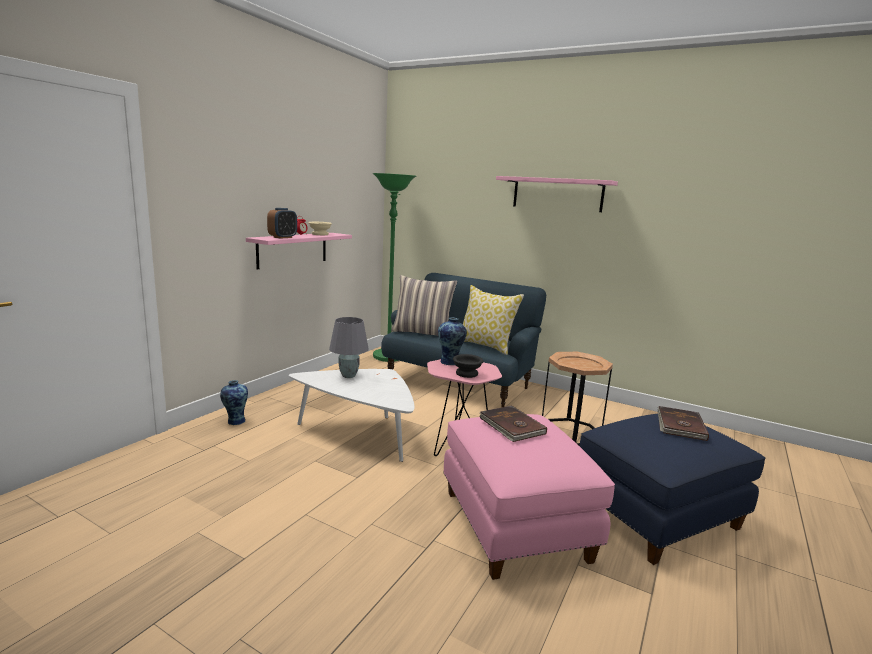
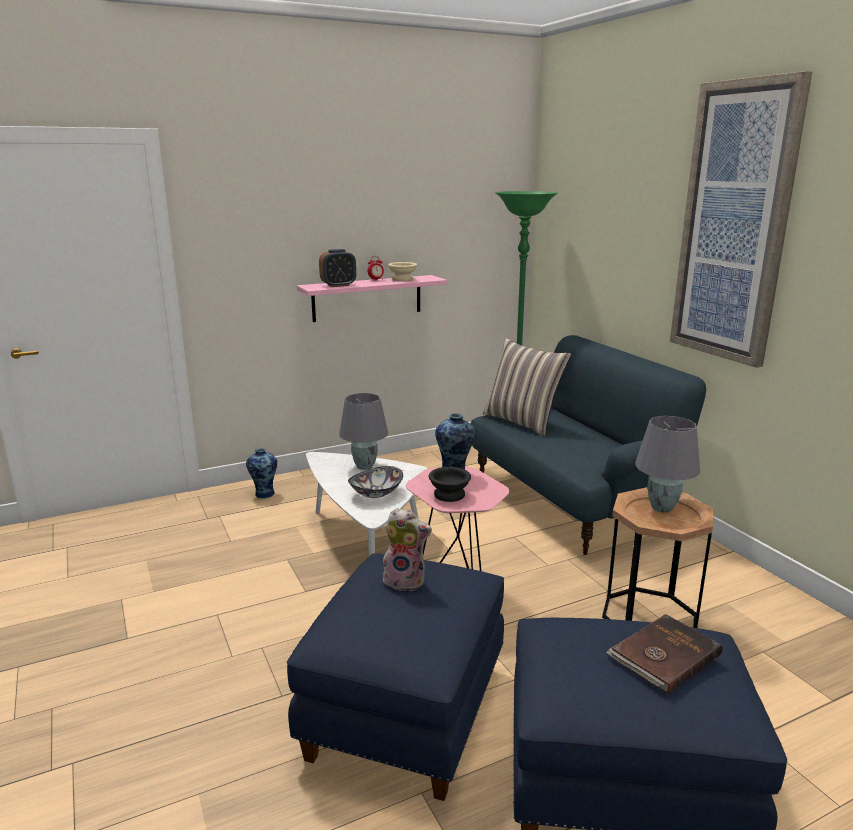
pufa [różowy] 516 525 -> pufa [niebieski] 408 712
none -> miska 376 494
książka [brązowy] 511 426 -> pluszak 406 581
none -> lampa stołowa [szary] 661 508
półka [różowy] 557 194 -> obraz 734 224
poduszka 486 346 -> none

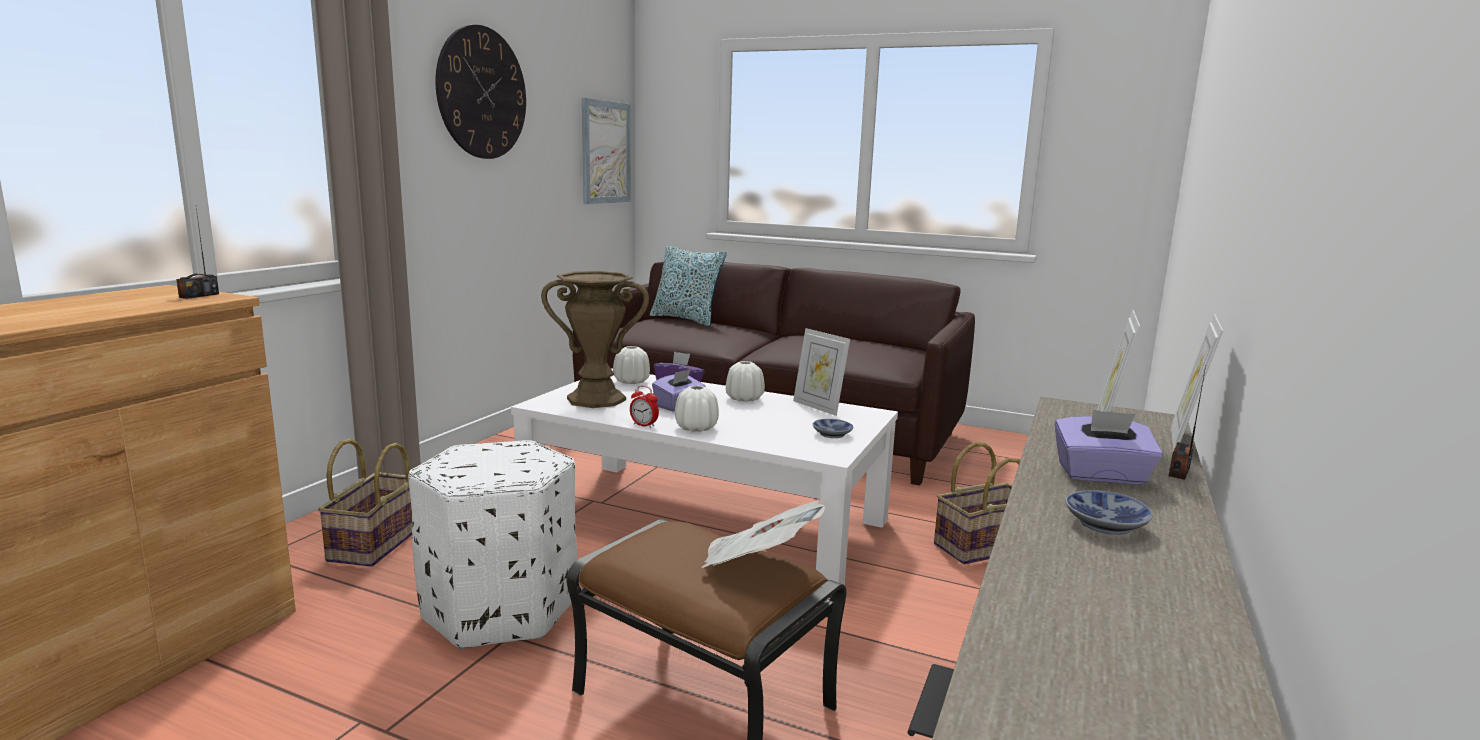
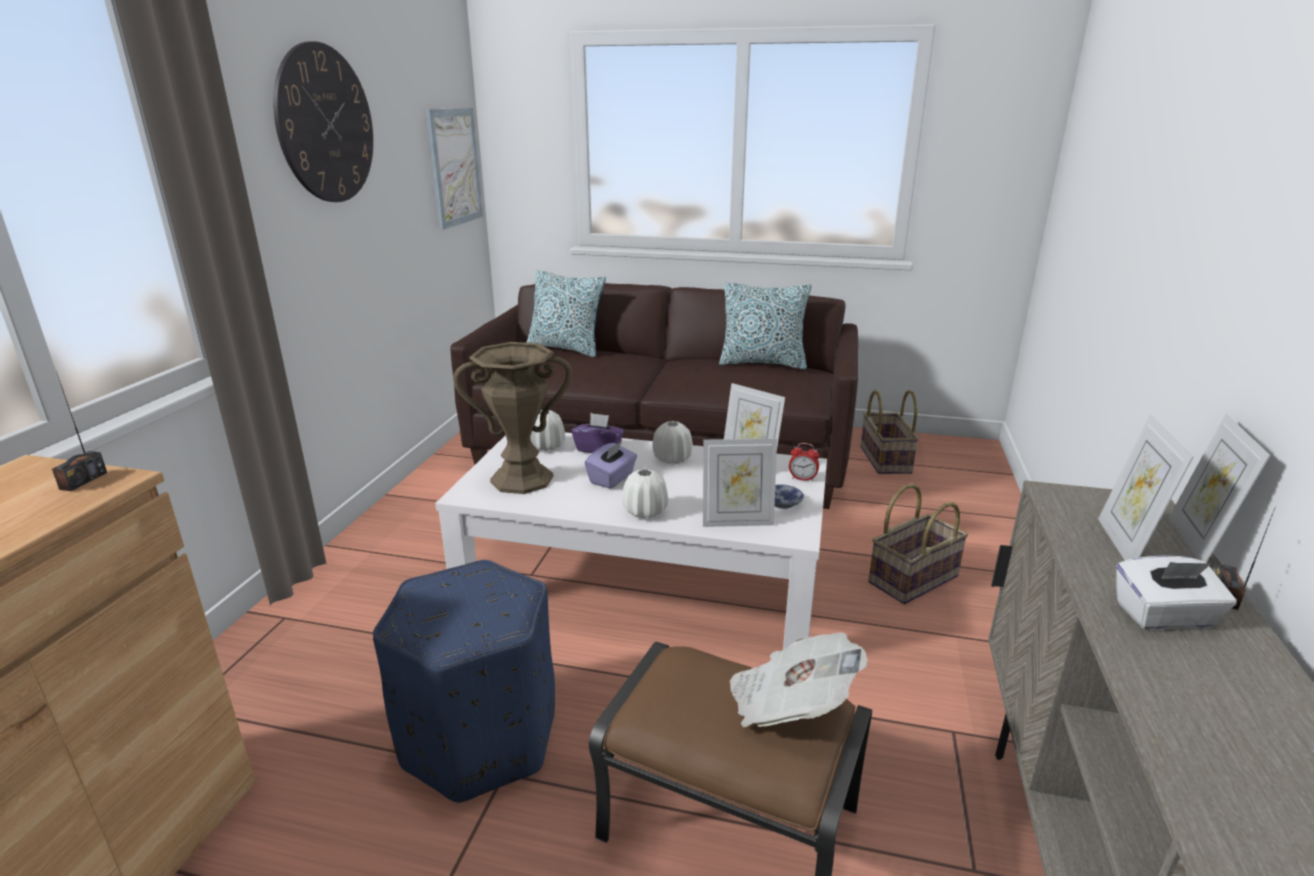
pufa [biały] 500 608 -> pufa [niebieski] 479 738
none -> ramka na zdjęcie 737 522
none -> poduszka 762 363
budzik 644 425 -> budzik 802 479, relocated
koszyk 375 542 -> koszyk 884 459, relocated
pudełko chusteczek [fioletowy] 1101 475 -> pudełko chusteczek [biały] 1164 616
miska 1105 523 -> none

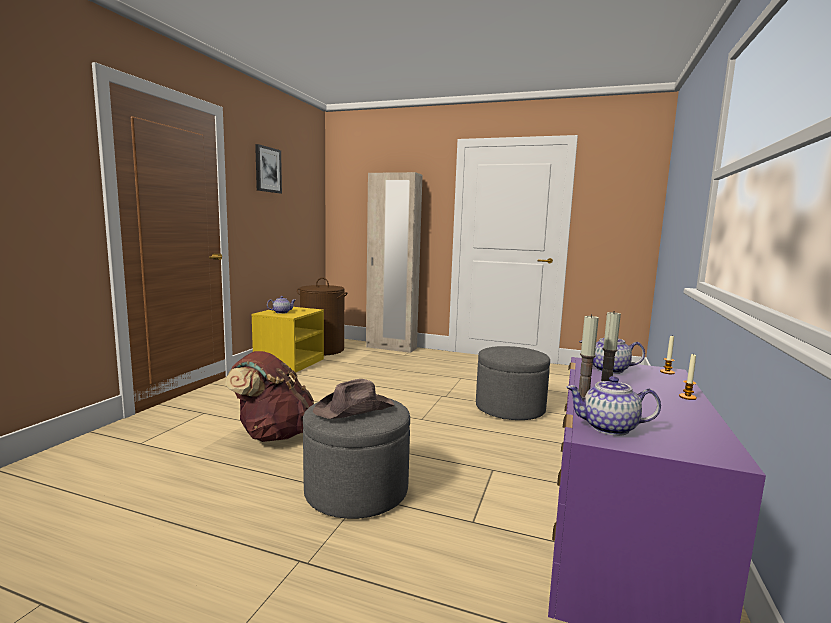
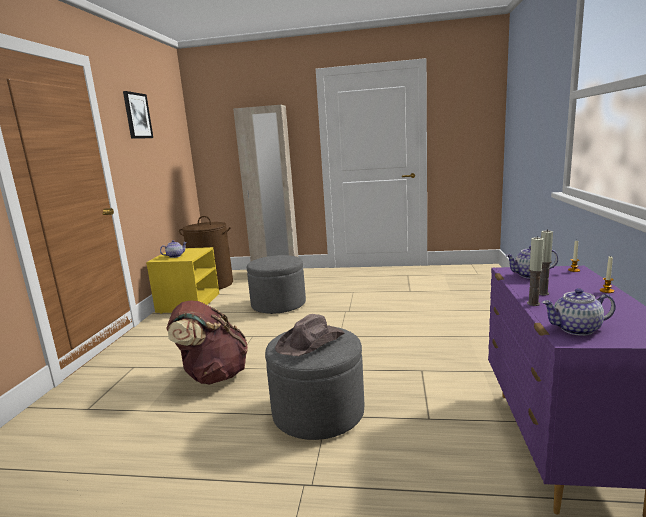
pufa [szary] 510 408 -> pufa [szary] 278 304, relocated

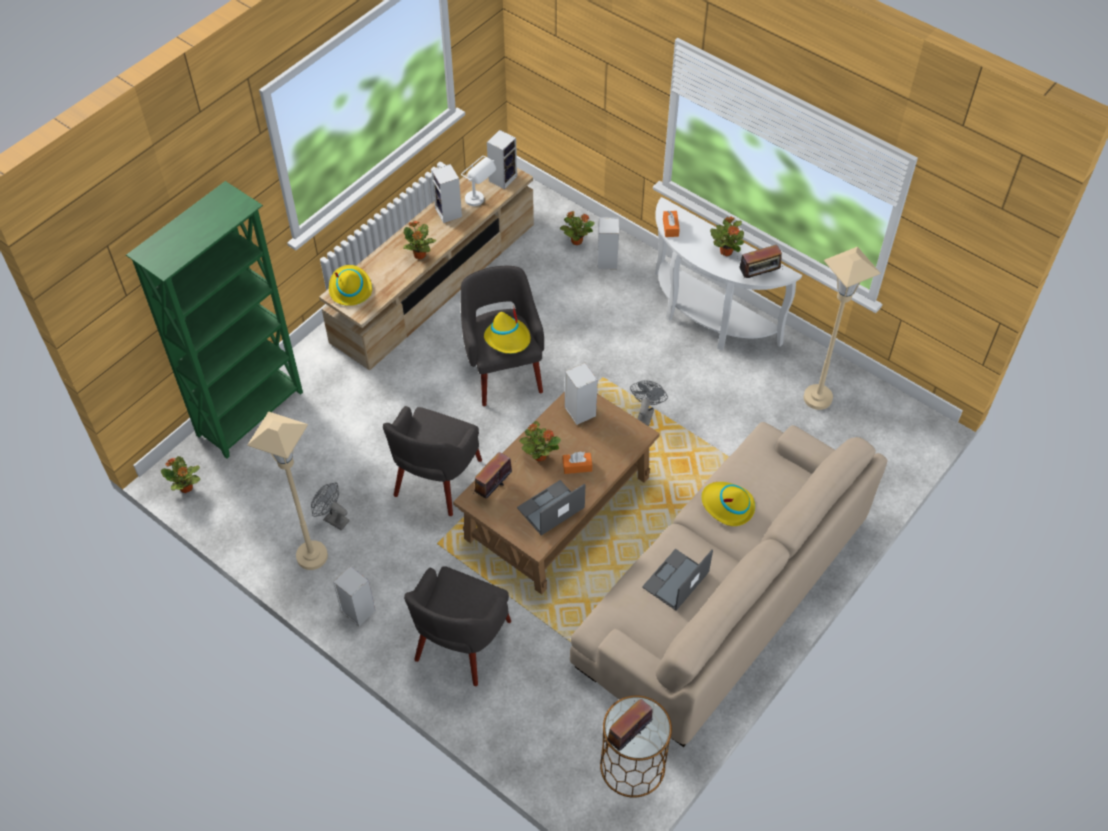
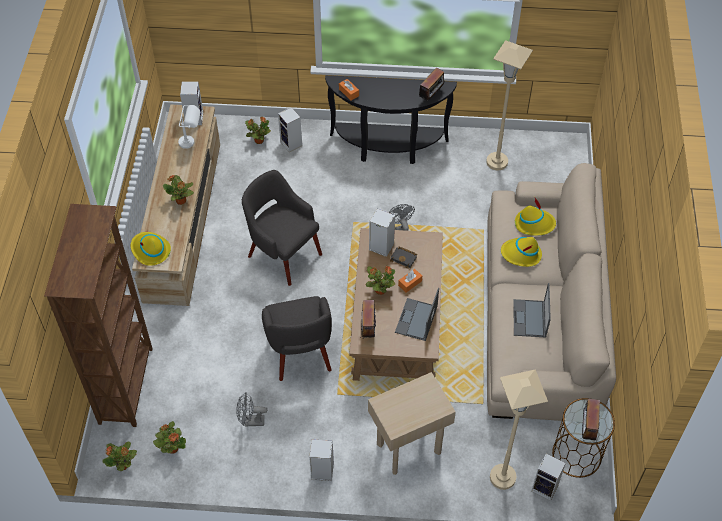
regał [zielony] 252 414 -> regał [brązowy] 127 385
roślina doniczkowa 726 251 -> roślina doniczkowa 172 448, relocated
stolik konsolowy [biały] 707 319 -> stolik konsolowy [czarny] 388 148
fotel [szary] 461 642 -> stolik [beżowy] 408 447
none -> książka [czarny] 404 258
lampa stojąca [beżowy] 312 556 -> lampa stojąca [beżowy] 502 477, relocated
kapelusz [żółty] 508 339 -> kapelusz [żółty] 534 224, relocated
głośnik 449 213 -> głośnik 546 488, relocated

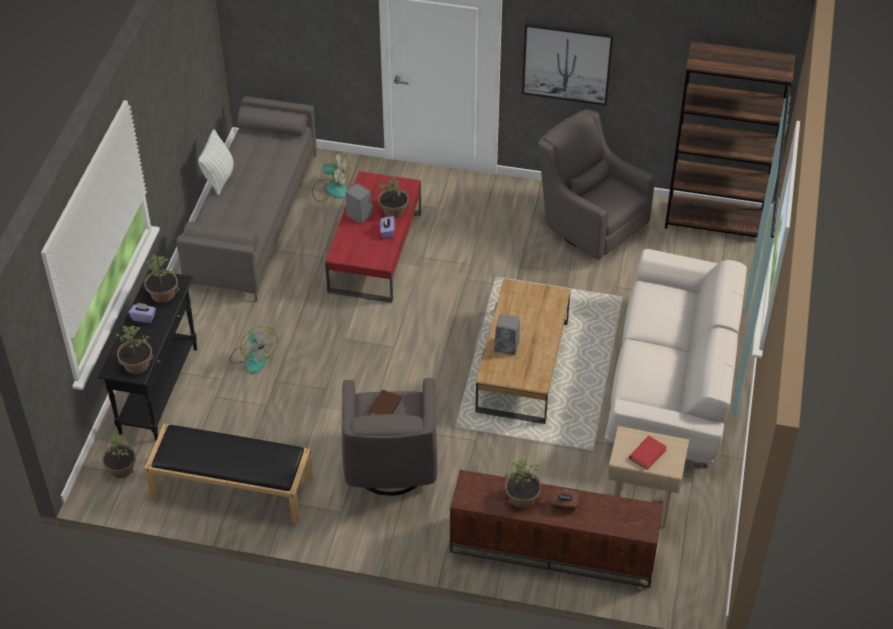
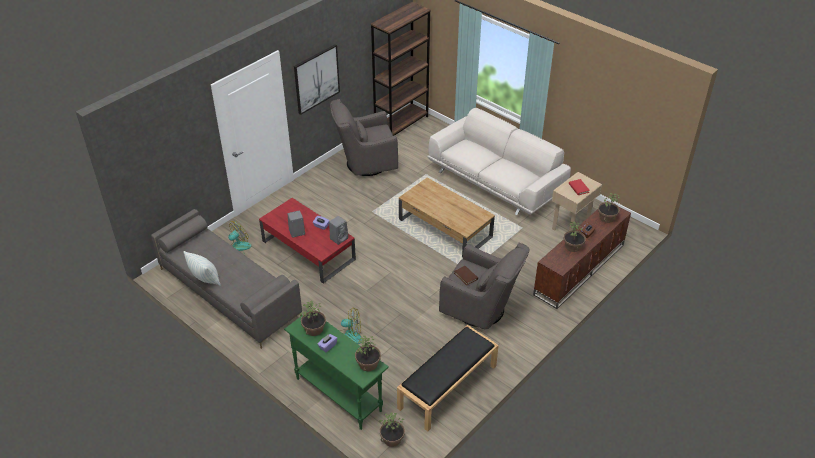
stolik konsolowy [czarny] 159 390 -> stolik konsolowy [zielony] 338 394
głośnik [szary] 507 346 -> głośnik [szary] 339 238, relocated
roślina doniczkowa 394 210 -> roślina doniczkowa 606 217, relocated

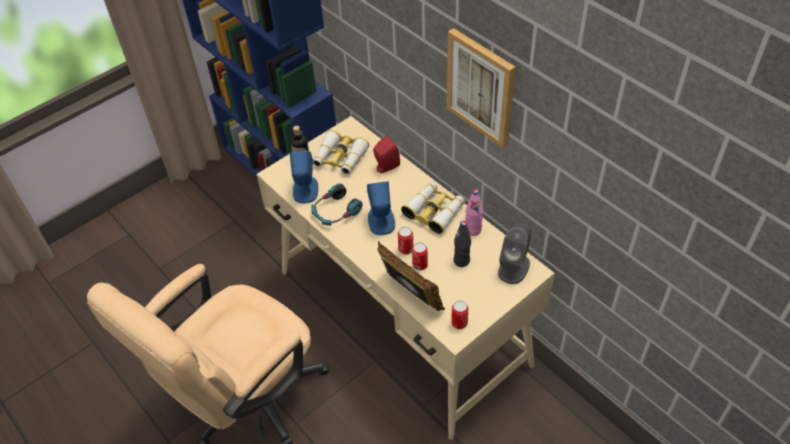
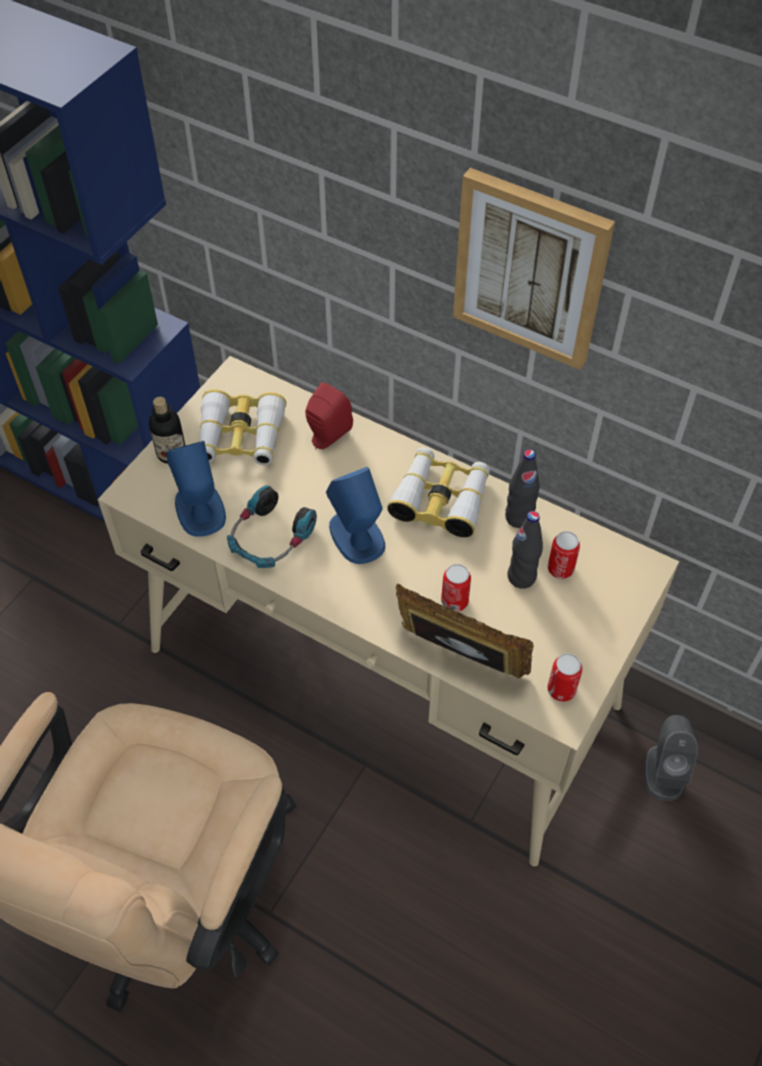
butelka [różowy] 473 230 -> butelka [czarny] 519 517
puszka 406 249 -> puszka 560 568, relocated
głośnik [szary] 514 267 -> głośnik [szary] 664 771, relocated

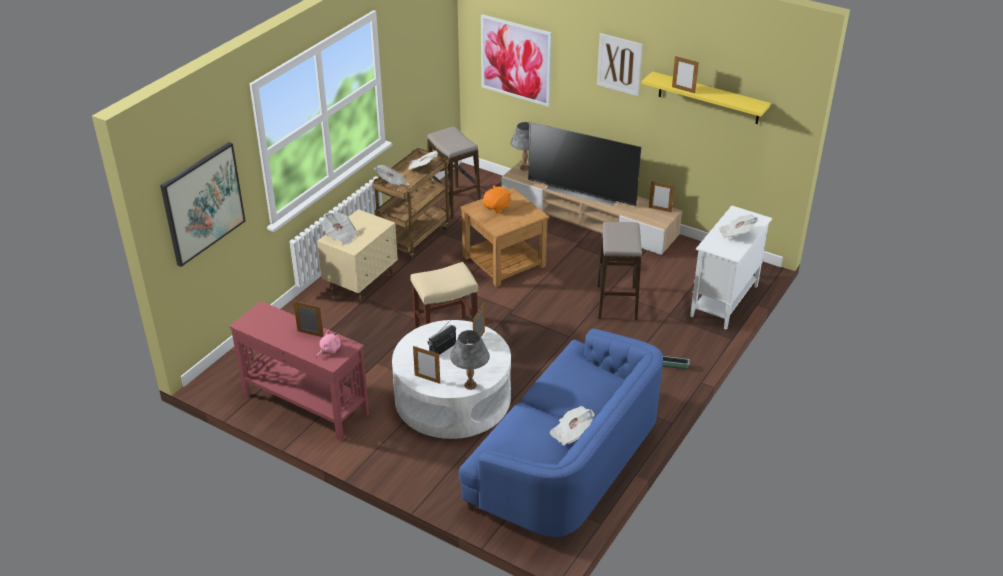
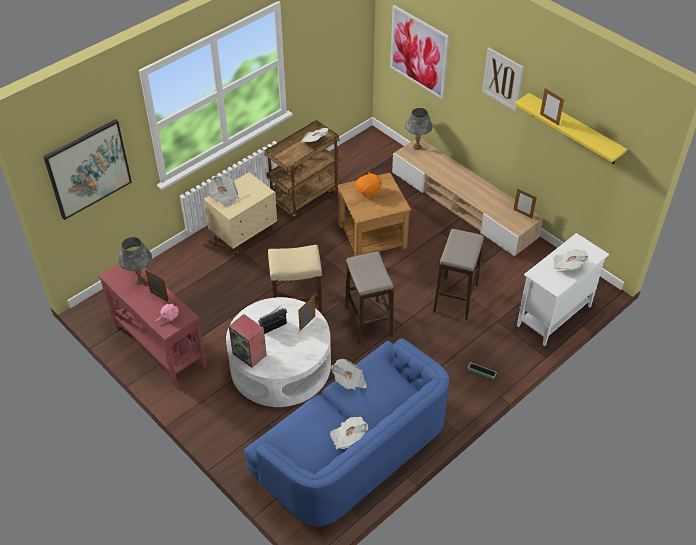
lampa stołowa [szary] 470 385 -> lampa stołowa [szary] 140 280, relocated
ramka na zdjęcie 427 379 -> głośnik 250 354
gazeta 392 183 -> gazeta 349 381, relocated
stołek 454 202 -> stołek 368 321, relocated
telewizor 583 192 -> none

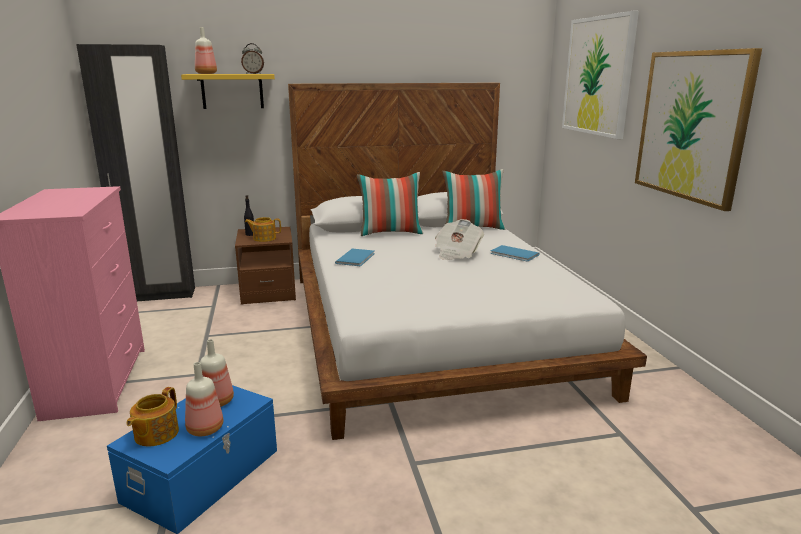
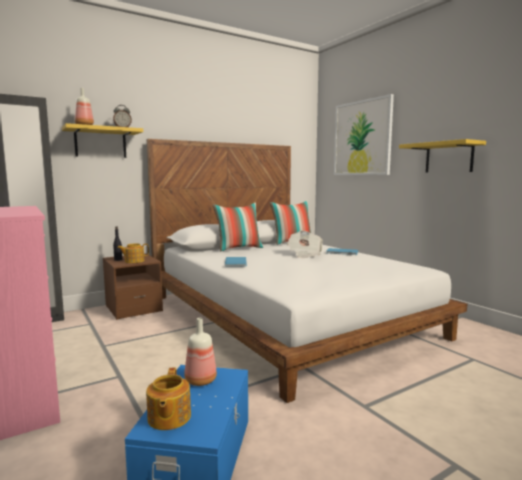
obraz 691 125 -> półka [żółty] 449 157
butelka 206 429 -> none

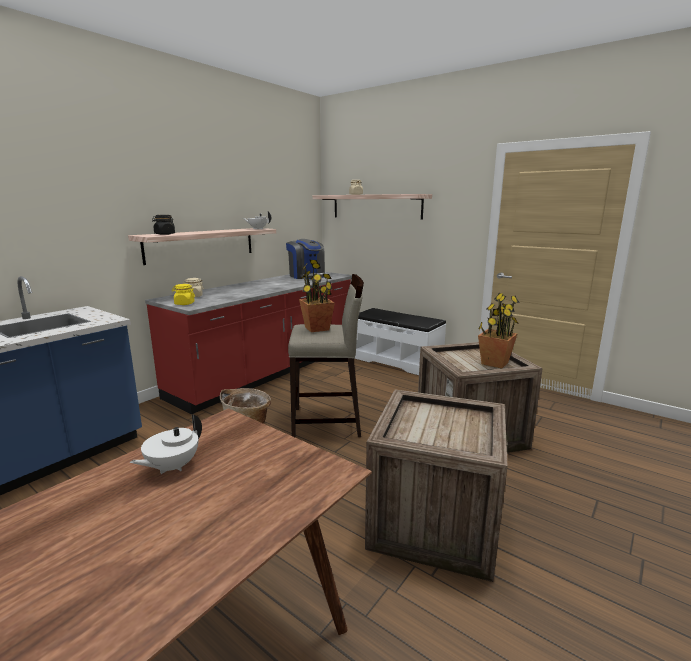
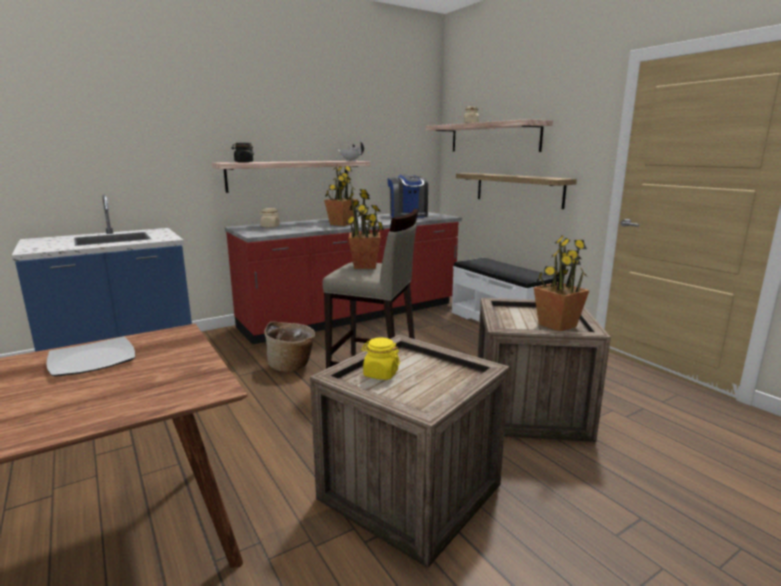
imbryk [biały] 172 467 -> talerz 91 360
none -> roślina doniczkowa 341 224
słoik [żółty] 184 304 -> słoik [żółty] 380 374, relocated
none -> półka 518 189

